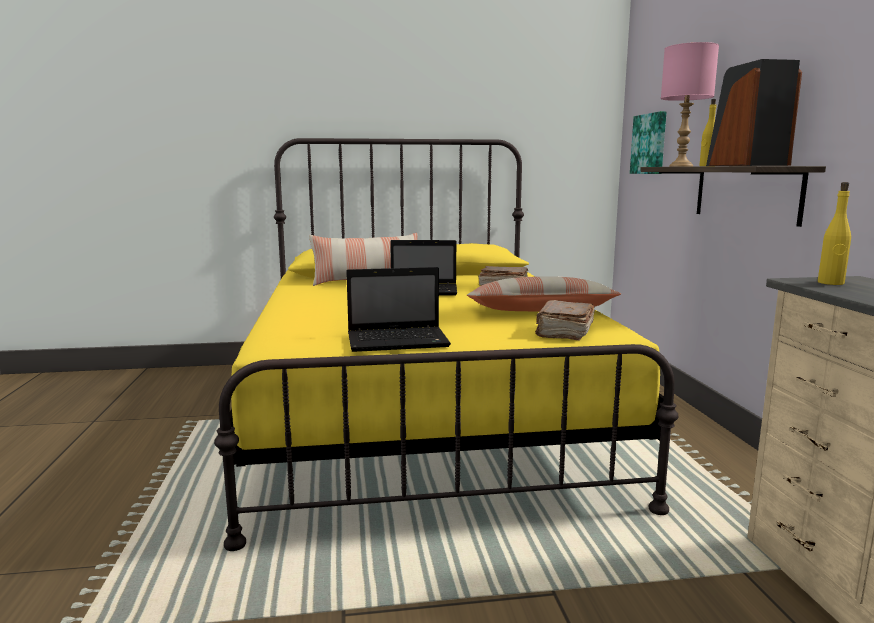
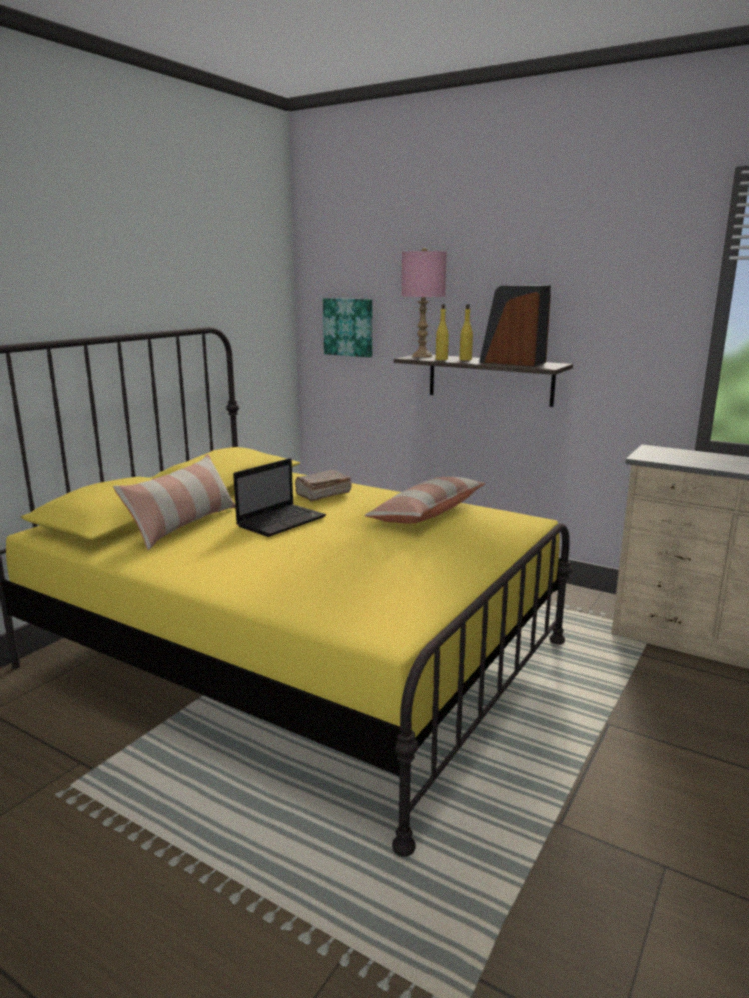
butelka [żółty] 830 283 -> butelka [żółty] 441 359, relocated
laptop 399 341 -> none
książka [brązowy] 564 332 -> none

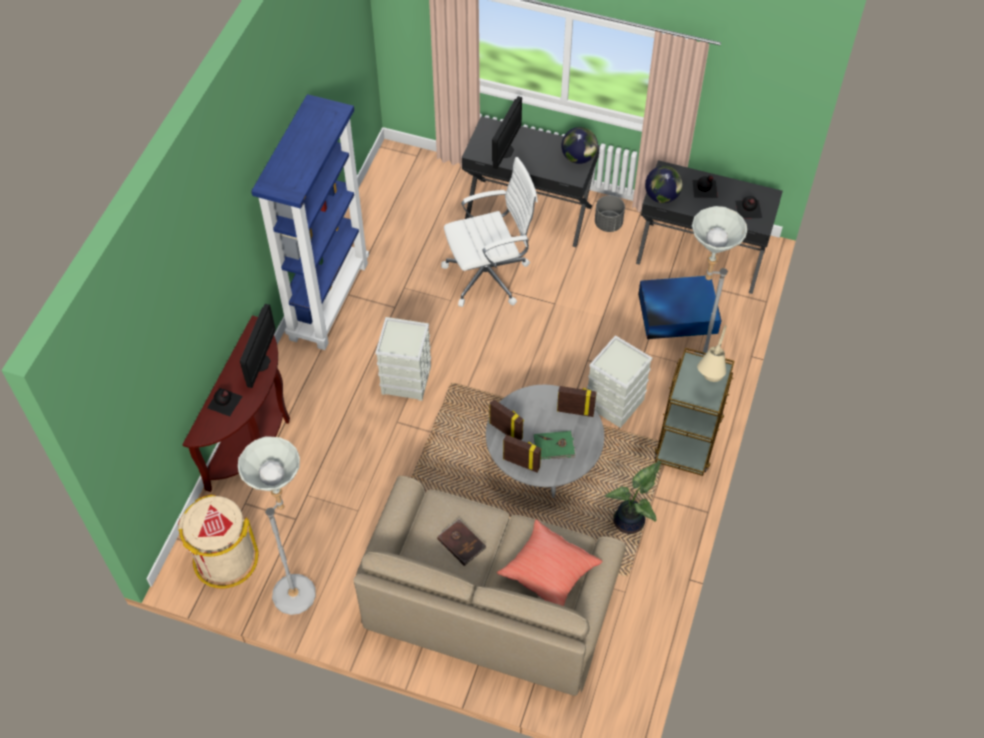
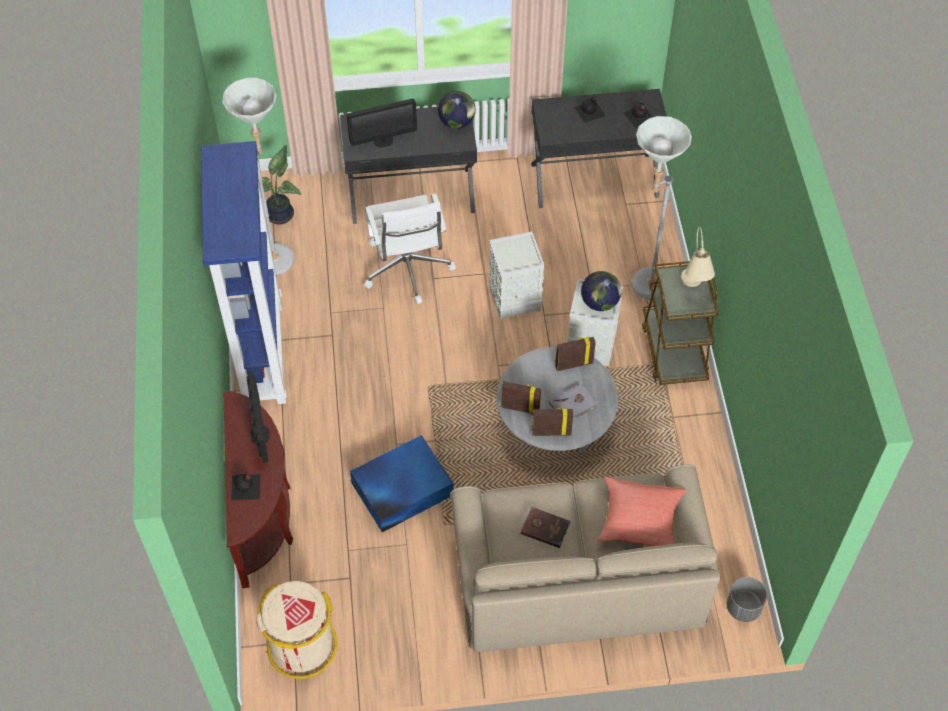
lampa stojąca [szary] 299 587 -> lampa stojąca [szary] 276 253, relocated
roślina doniczkowa 631 521 -> roślina doniczkowa 282 214, relocated
monitor 505 151 -> monitor 383 140, 75 degrees clockwise
pojemnik do przechowywania [niebieski] 676 313 -> pojemnik do przechowywania [niebieski] 401 489, relocated
krzesło biurowe [biały] 489 275 -> krzesło biurowe [biały] 407 270, 120 degrees clockwise
pojemnik do przechowywania [szary] 407 380 -> pojemnik do przechowywania [szary] 515 298, relocated
książka [zielony] 554 447 -> książka [szary] 573 405
globus 662 196 -> globus 600 302, relocated
donica [szary] 608 224 -> donica [szary] 743 608, relocated

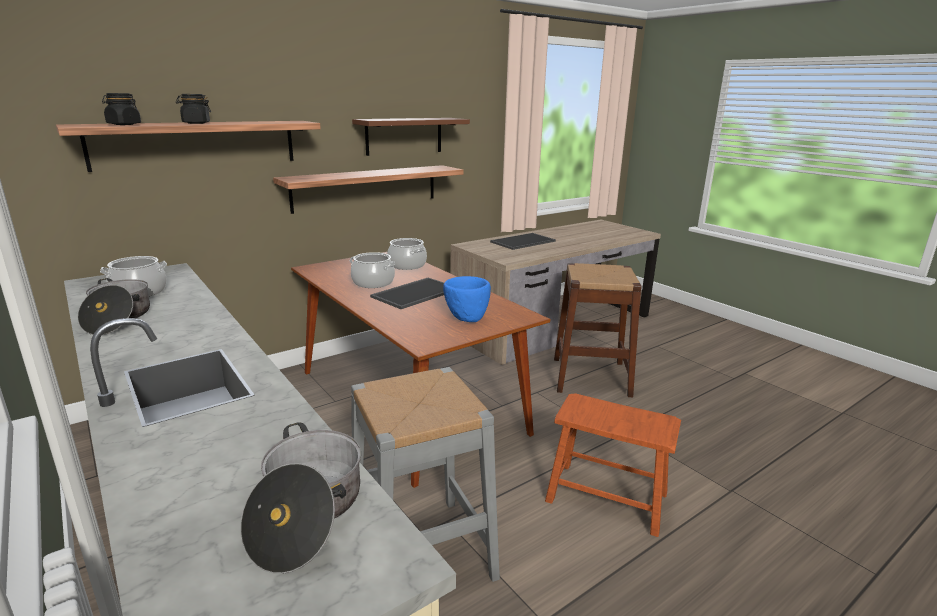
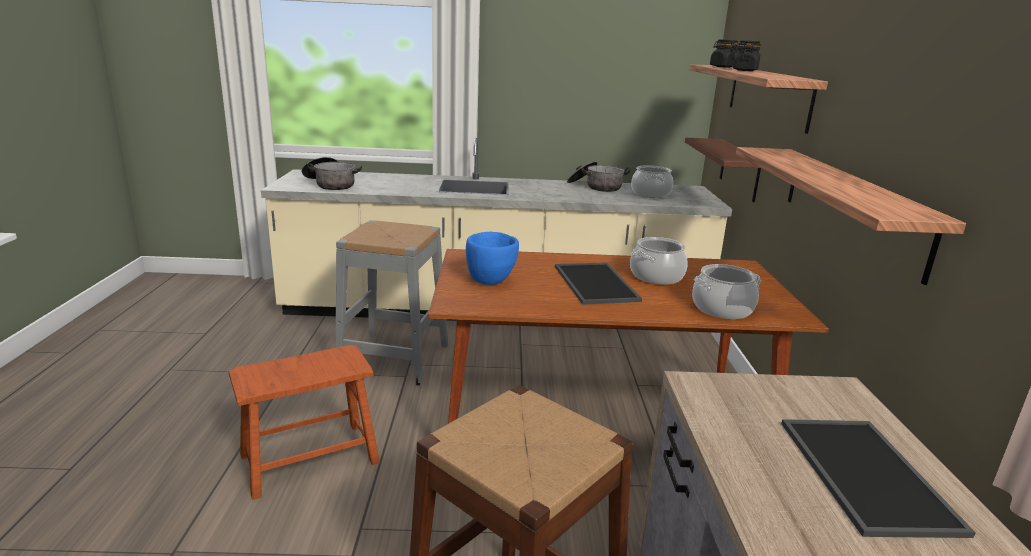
półka [brązowy] 404 136 -> półka [brązowy] 739 169, relocated

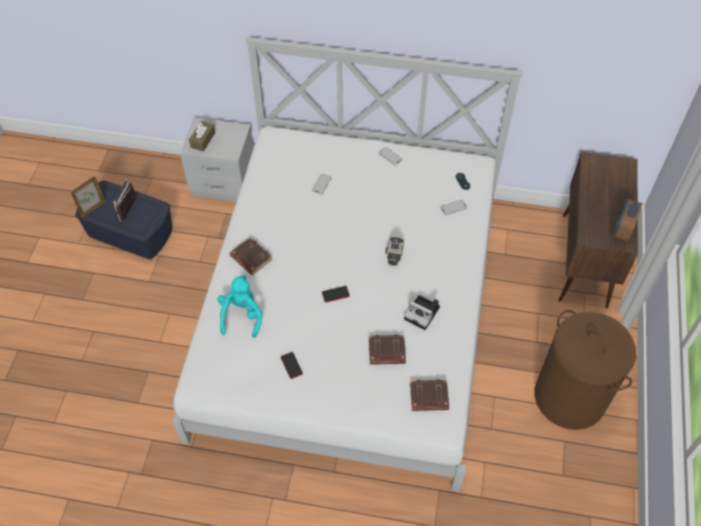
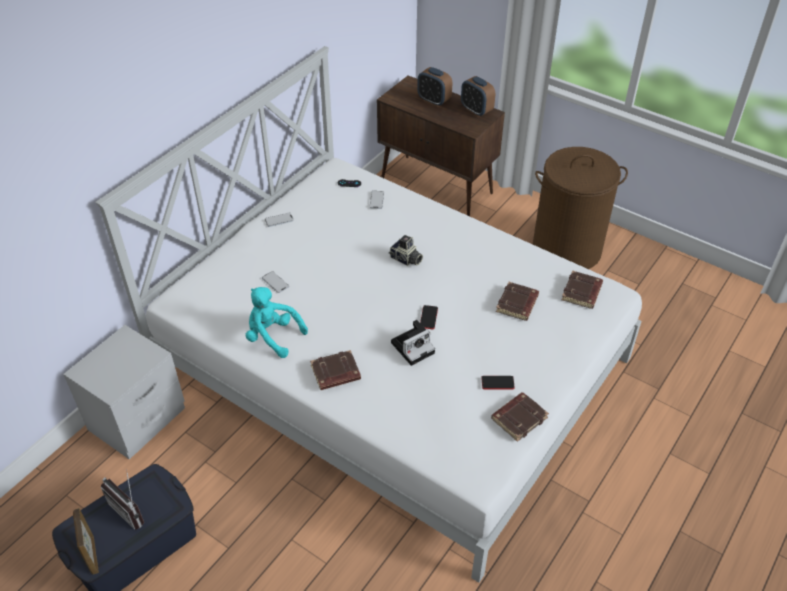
pluszak [turkusowy] 241 315 -> pluszak [turkusowy] 273 336, relocated
aparat fotograficzny 423 313 -> aparat fotograficzny 413 347, relocated
none -> budzik 433 100
none -> książka [brązowy] 519 418
pudełko chusteczek [brązowy] 203 140 -> none

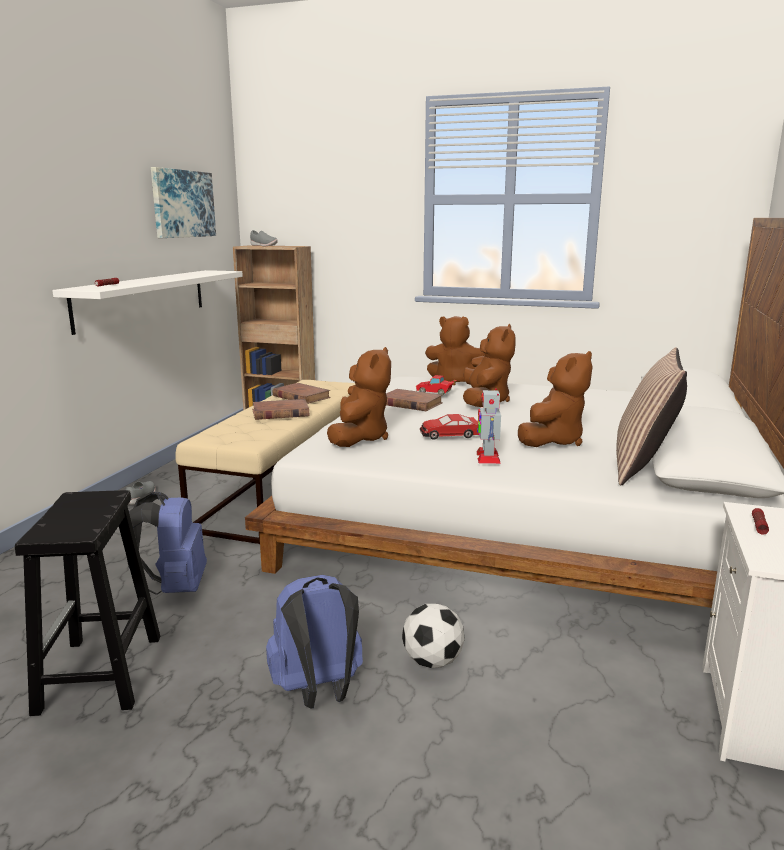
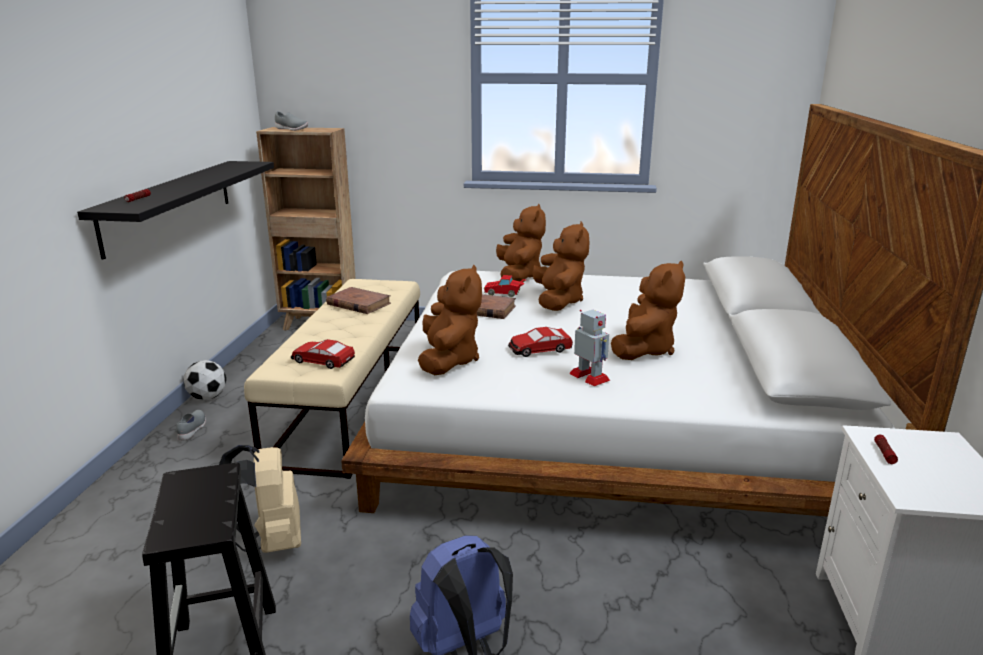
półka [biały] 142 299 -> półka [czarny] 169 204
piłka futbolowa 432 661 -> piłka futbolowa 208 397, relocated
plecak [niebieski] 175 587 -> plecak [beżowy] 270 542
none -> samochodzik 322 361
pluszak [brązowy] 457 382 -> pluszak [brązowy] 519 276, 105 degrees counterclockwise
robot zabawkowy 487 457 -> robot zabawkowy 589 377, 150 degrees clockwise
obraz 182 204 -> none
książka [brązowy] 280 413 -> none
poduszka 643 466 -> none

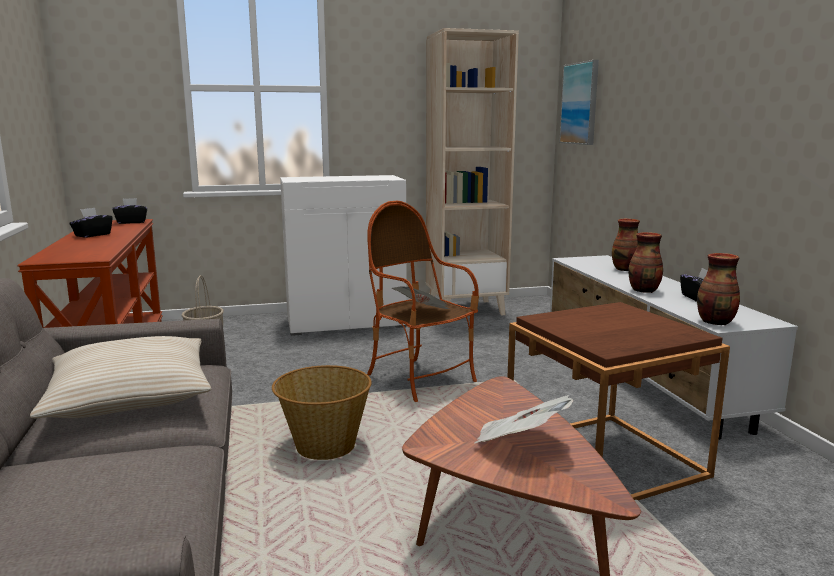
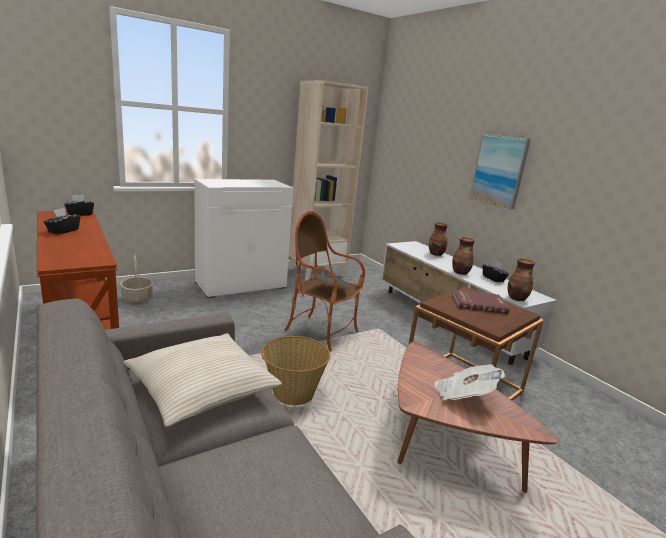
none -> książka [czerwony] 478 303
obraz 580 103 -> obraz 499 170, relocated

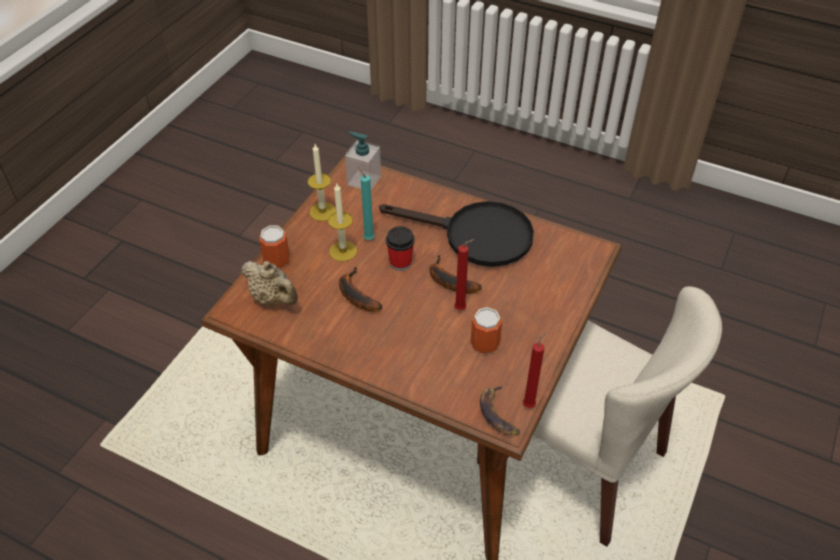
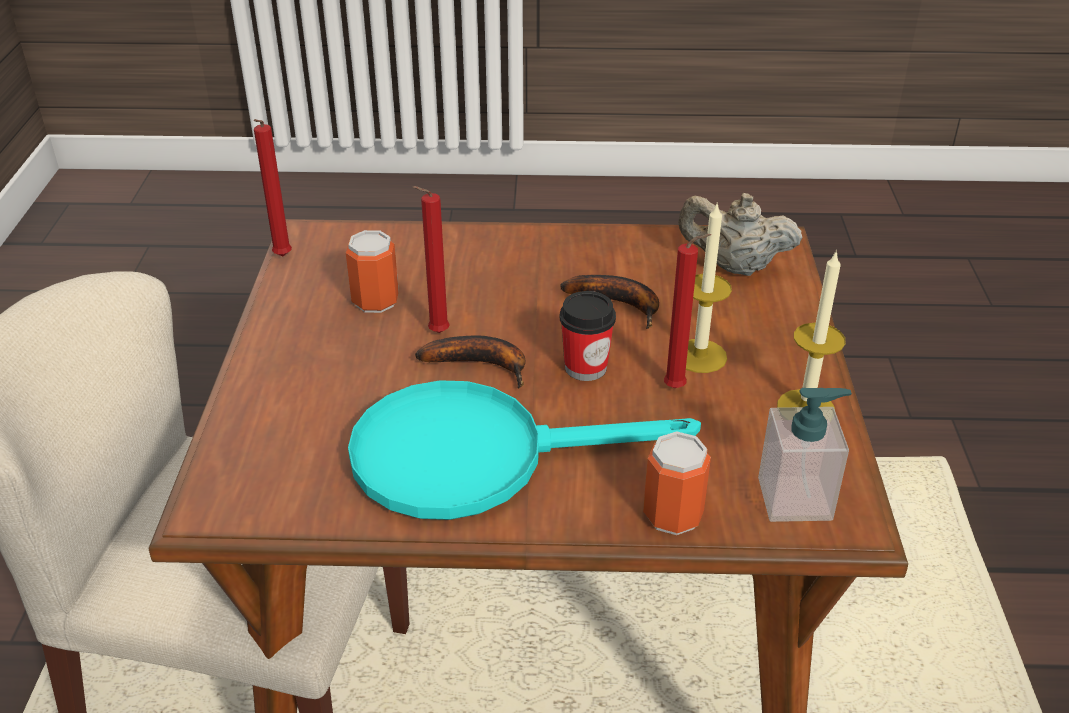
patelnia [czarny] 476 236 -> patelnia [turkusowy] 476 456
puszka 277 261 -> puszka 673 515, relocated
świeca [turkusowy] 367 238 -> świeca [czerwony] 678 389
banan 498 413 -> none

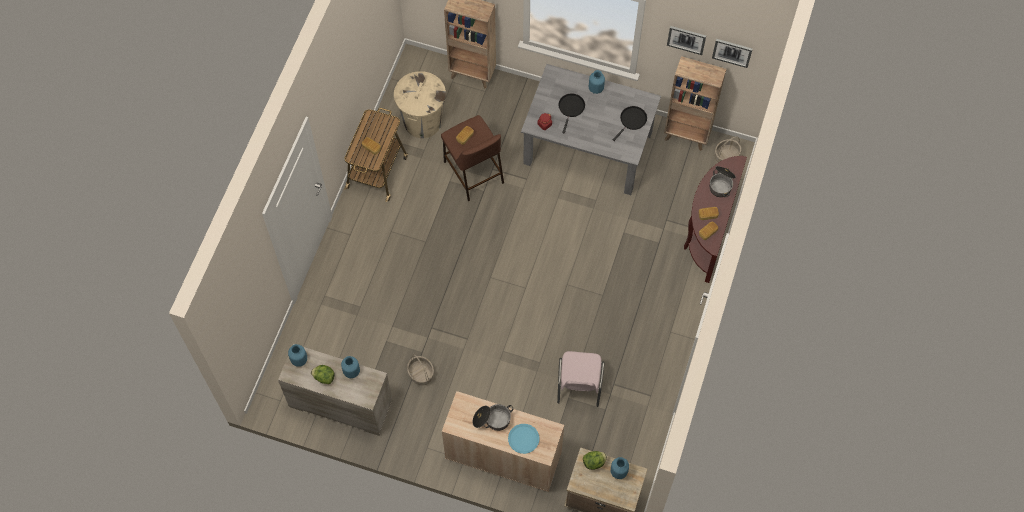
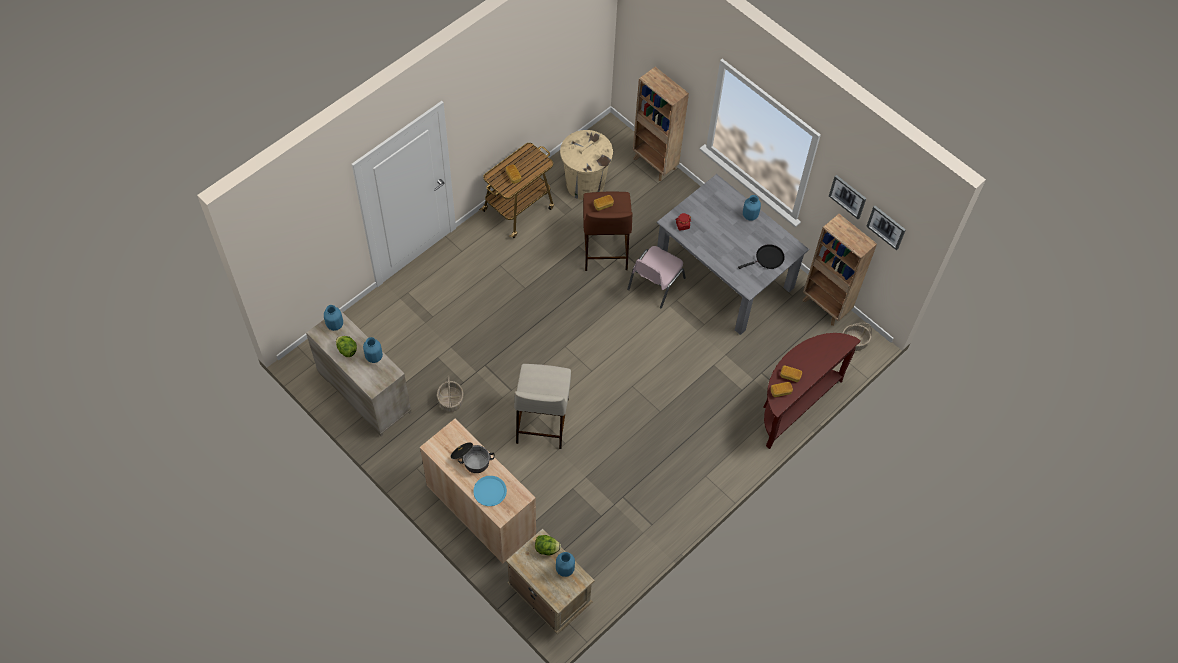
none -> stołek [beżowy] 542 419
krzesło [różowy] 579 384 -> krzesło [różowy] 655 284, relocated
patelnia [czarny] 571 108 -> none
garnek 721 184 -> none

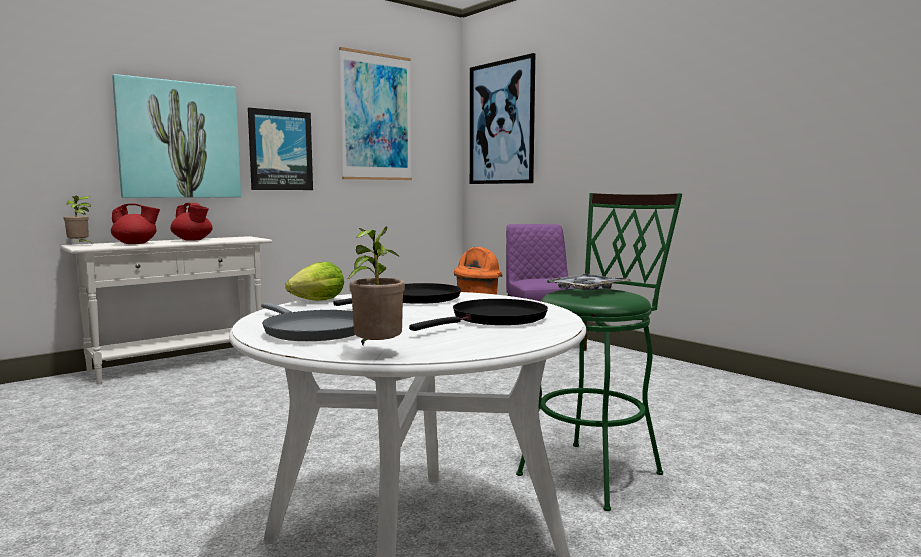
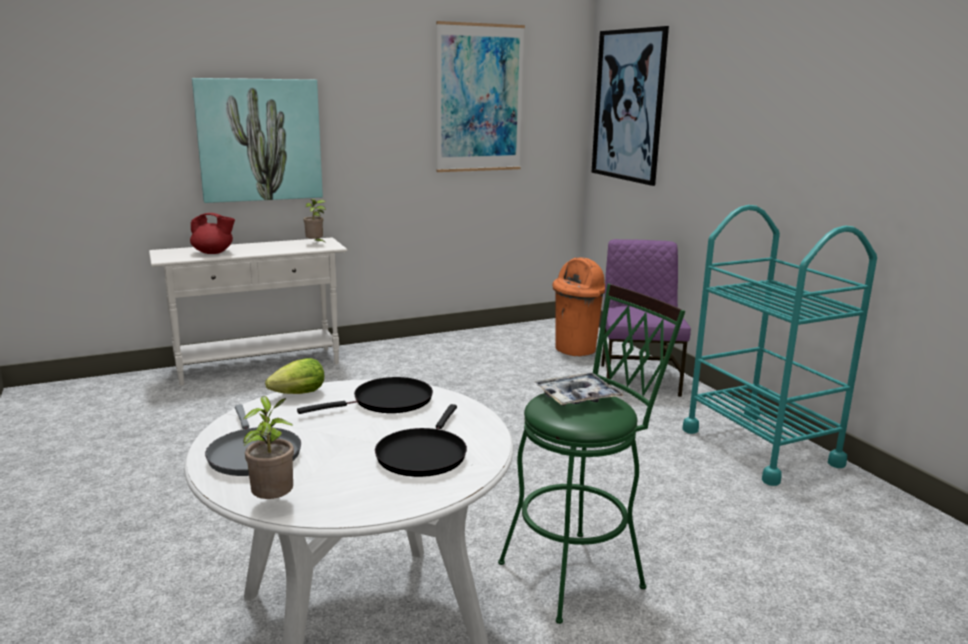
roślina doniczkowa 80 245 -> roślina doniczkowa 315 243, relocated
patelnia [czarny] 495 319 -> patelnia [czarny] 423 454, 135 degrees clockwise
none -> wózek [turkusowy] 760 447
imbryk [czerwony] 192 240 -> none
obraz 280 150 -> none

